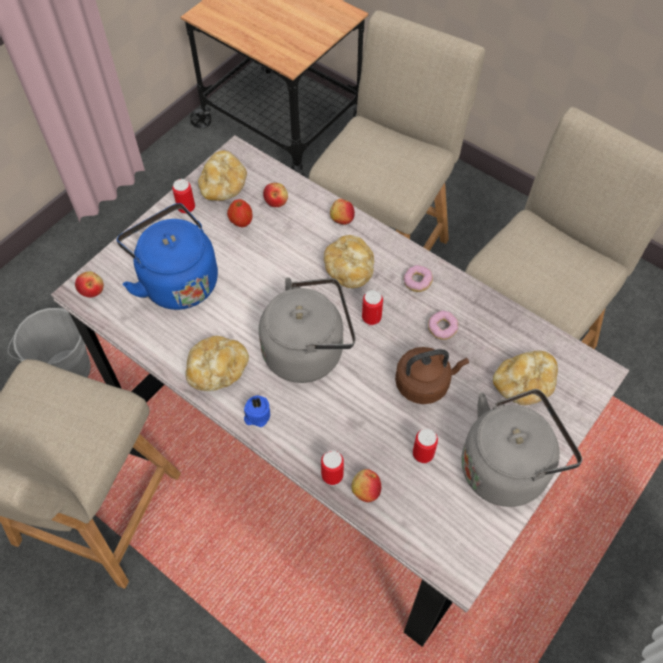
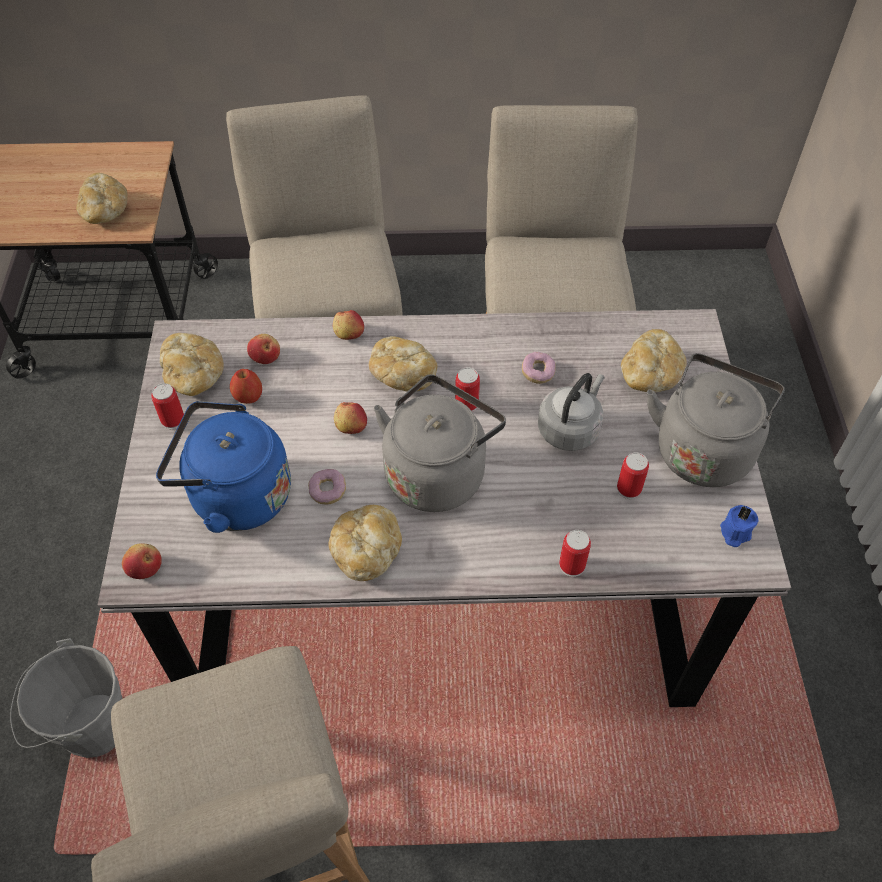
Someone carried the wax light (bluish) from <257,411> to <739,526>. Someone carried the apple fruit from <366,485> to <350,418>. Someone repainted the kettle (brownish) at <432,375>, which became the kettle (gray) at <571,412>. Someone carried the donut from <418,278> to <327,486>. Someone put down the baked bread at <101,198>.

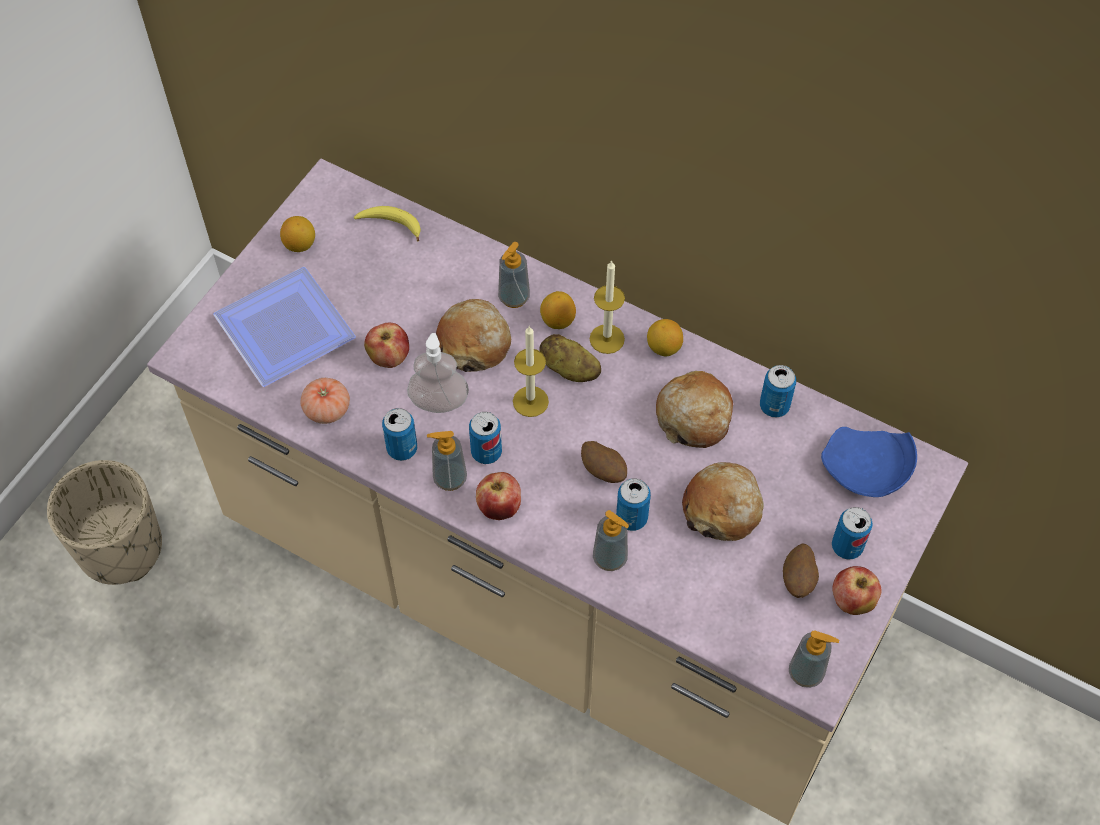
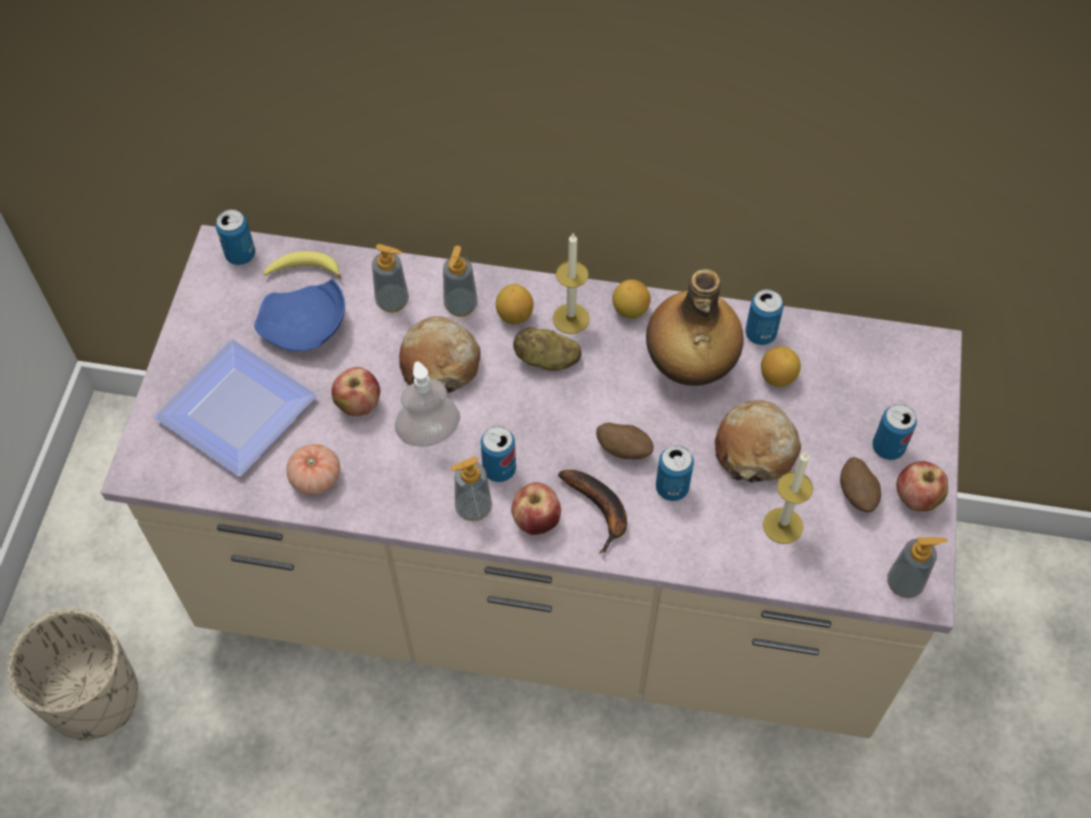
Someone carried the citrus fruit from <297,234> to <781,366>. Someone carried the sealed can from <399,434> to <235,237>. Someone carried the wax light from <531,371> to <788,498>. Someone carried the liquid soap bottle from <611,540> to <390,278>. Someone swapped the baked bread at <694,409> for the bottle at <694,327>. Someone carried the plate (bluish) from <869,462> to <299,315>. Someone put down the banana fruit at <592,512>.

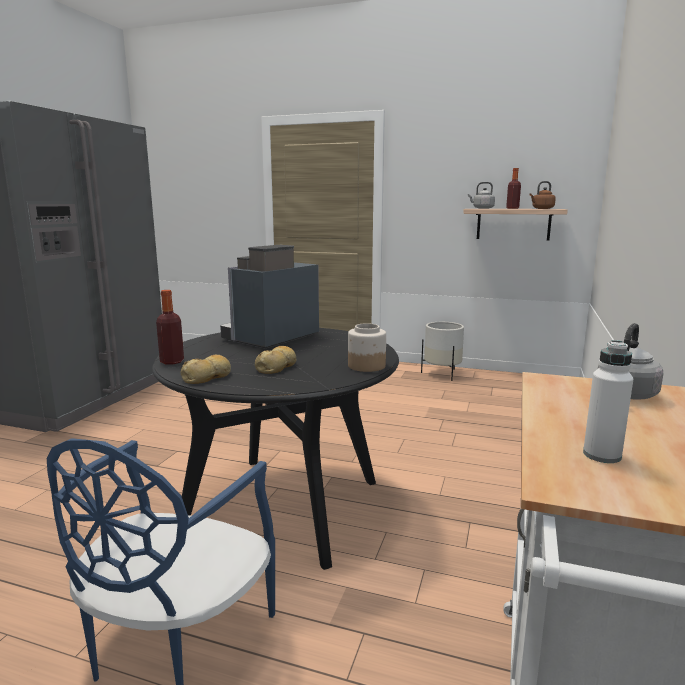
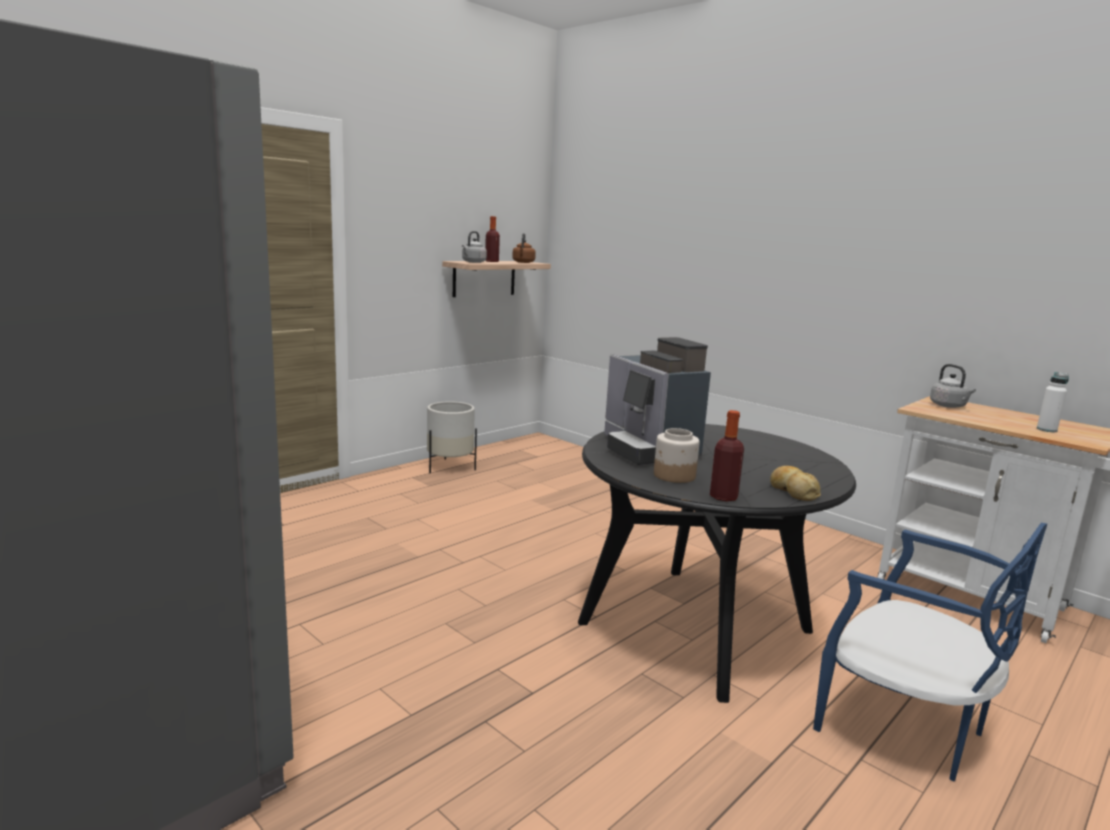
Someone took away the baked bread at <275,360>. Someone carried the preserve jar from <367,347> to <677,455>.

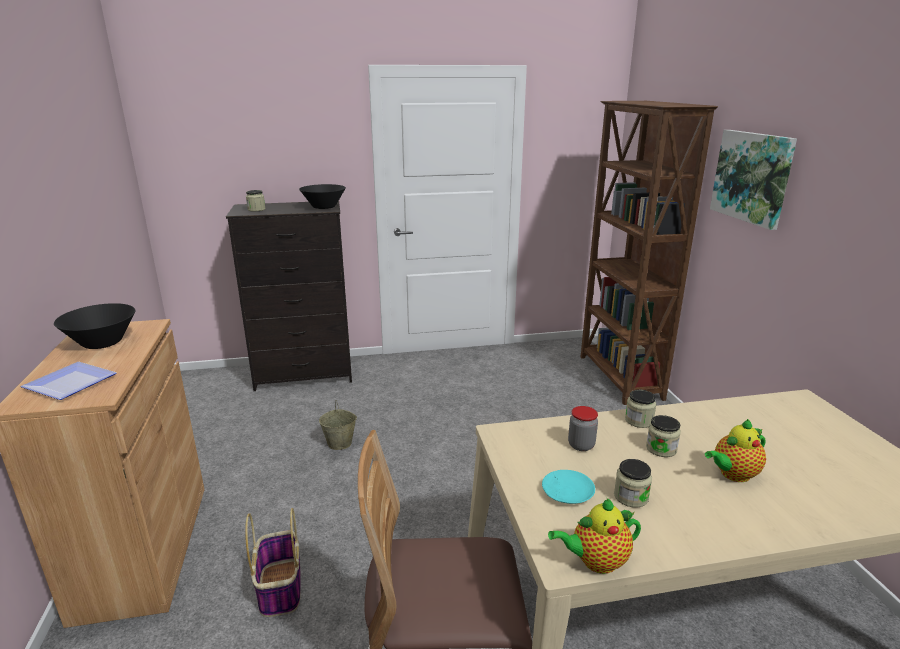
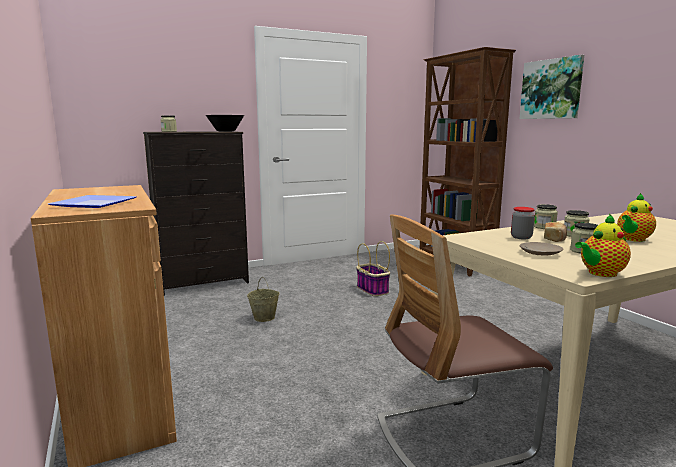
Someone took away the deep dish (black) at <95,326>. Someone carried the basket from <273,562> to <373,268>. Someone repainted the plate (turquoise) at <568,487>, which became the plate (beige) at <541,249>. Someone put down the baked bread at <555,232>.

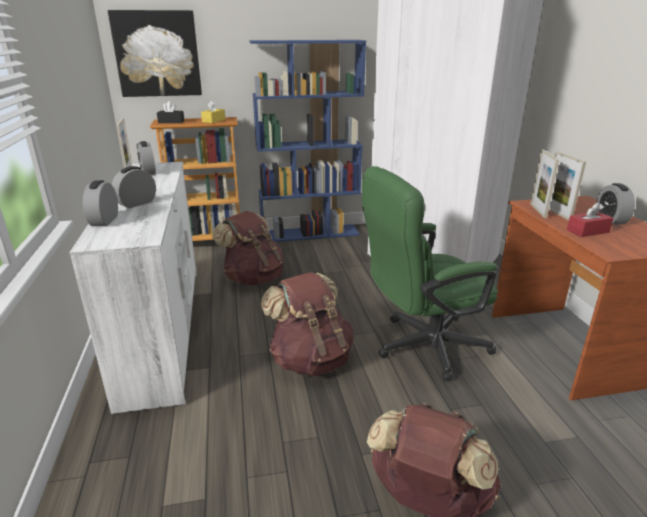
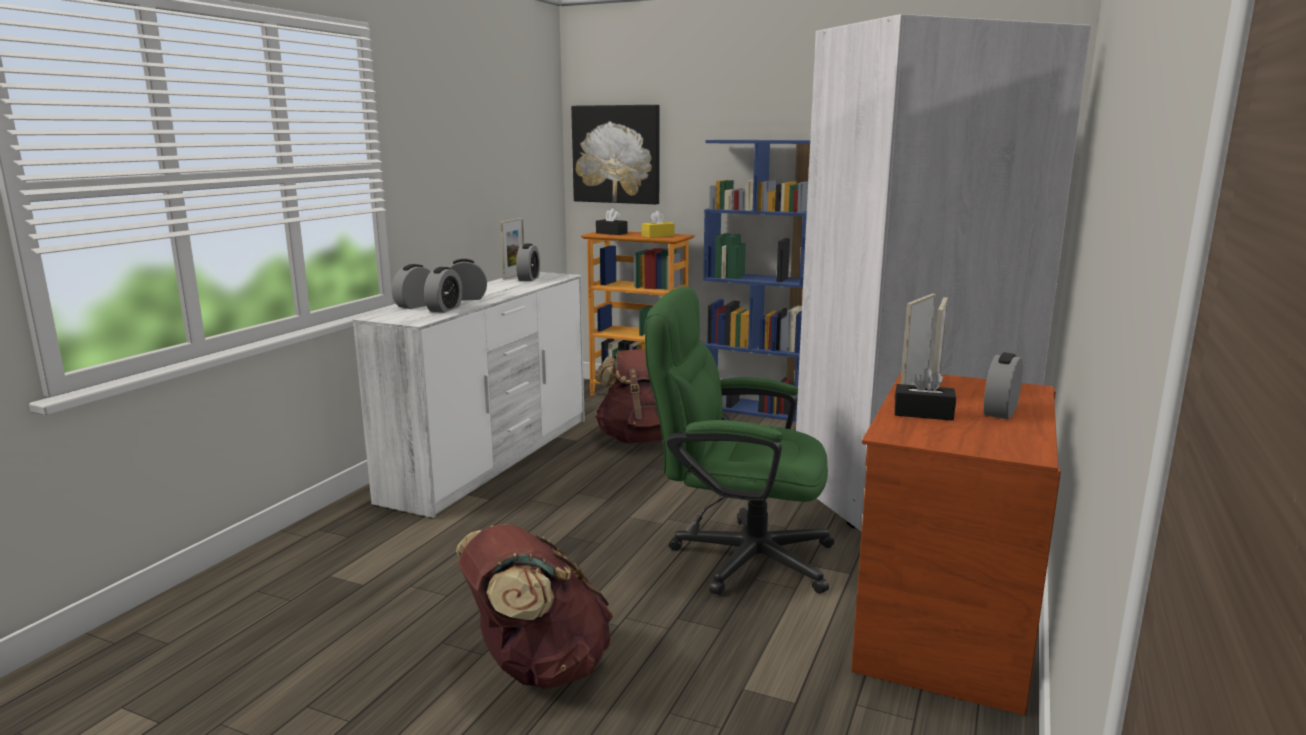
Someone took away the rucksack (brownish) at <307,324>. Someone repainted the tissue box (reddish) at <590,220>, which became the tissue box (black) at <925,394>. Someone put down the table clock at <443,290>.

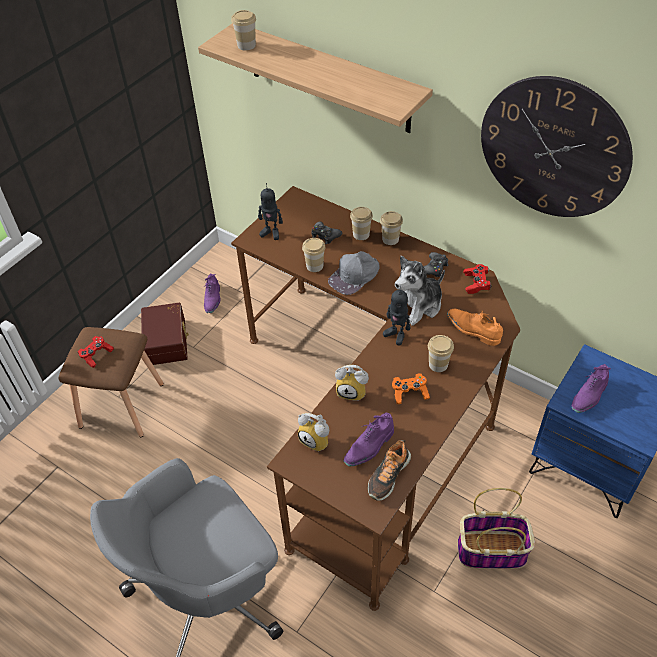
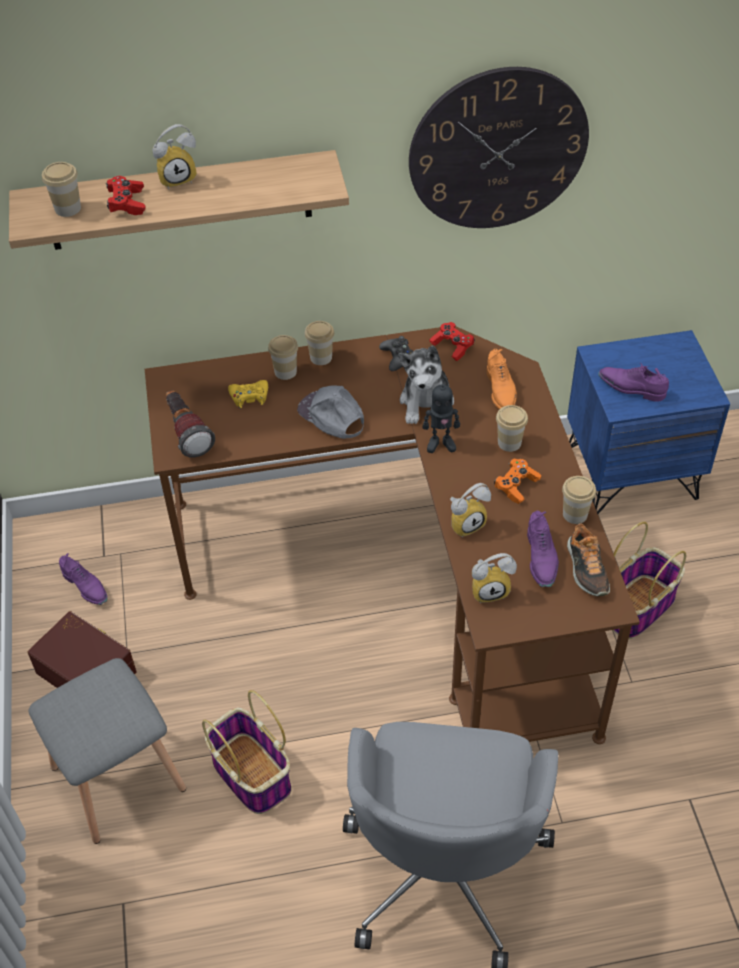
Someone repainted the sitting stool (brownish) at <111,382>, which became the sitting stool (gray) at <107,751>. Someone carried the gamepad (reddish) from <96,352> to <126,195>. Someone swapped the model robot at <270,211> for the torch at <190,423>. Someone carried the drinking cup from <313,255> to <579,500>. Someone repainted the gamepad (black) at <326,232>, which became the gamepad (yellow-coloured) at <248,394>. Someone rotated the baseball cap (gray) at <354,273> by 135 degrees clockwise. Someone rotated the item of footwear (orangey) at <475,327> by 90 degrees counterclockwise. Someone rotated the item of footwear (purple-coloured) at <591,388> by 120 degrees clockwise. Someone put down the table clock at <175,156>. Someone put down the basket at <247,752>.

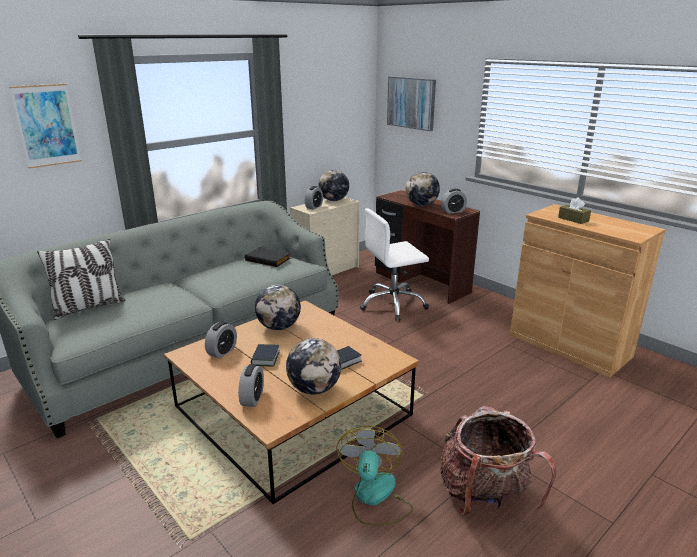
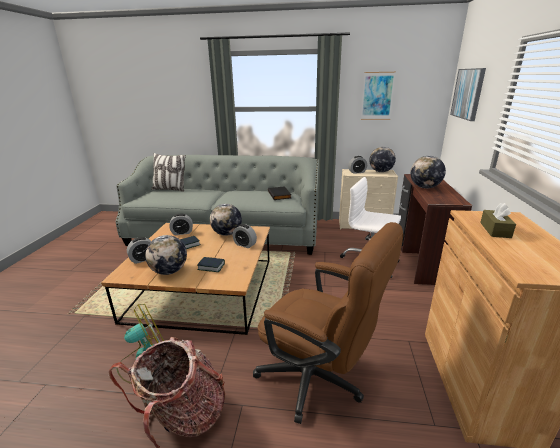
Someone carried the wall picture from <45,126> to <378,96>. Someone carried the table clock from <454,201> to <245,236>. Someone put down the desk chair (brownish) at <328,323>.

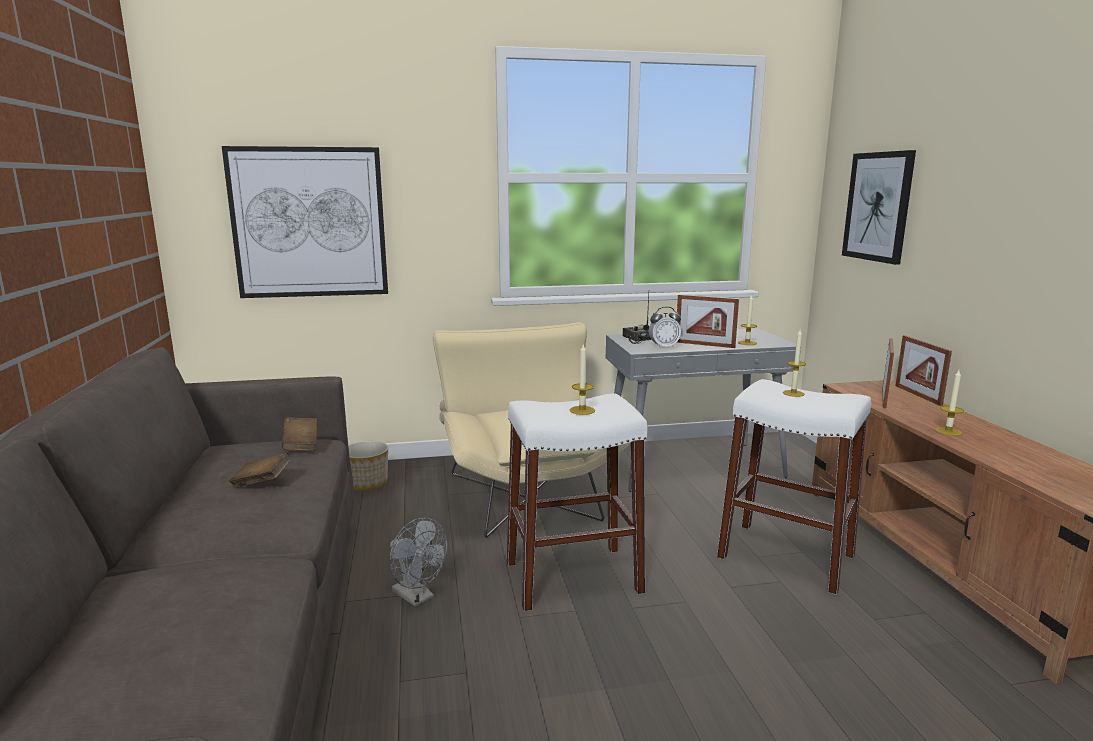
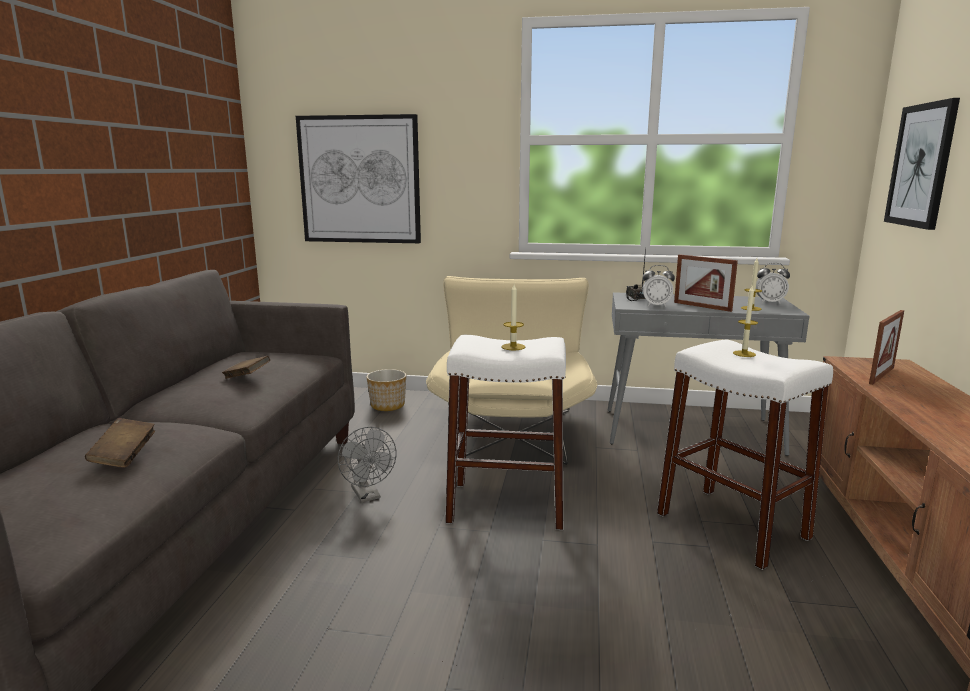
Someone carried the book (brownish) from <299,434> to <120,443>. Someone took away the picture frame at <923,370>. Someone took away the wax light at <949,403>. Someone put down the table clock at <773,283>.

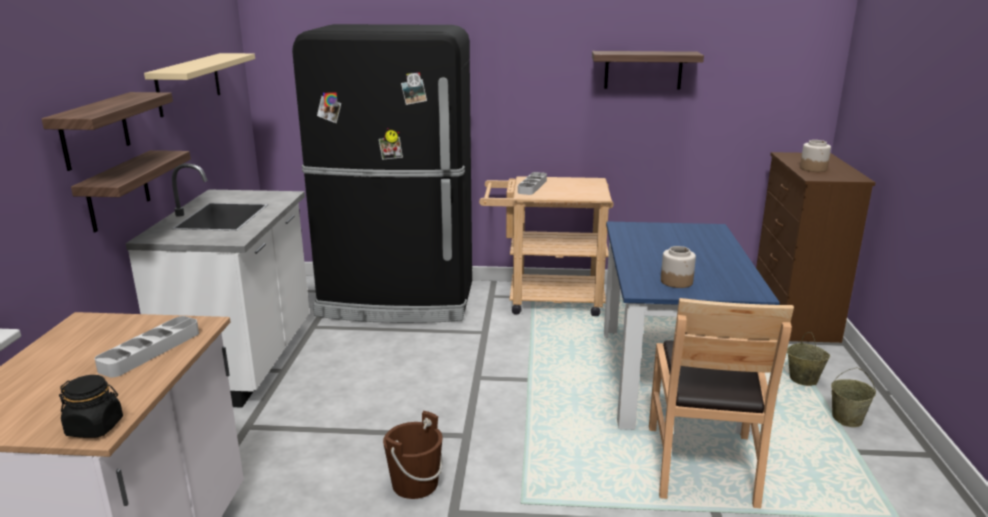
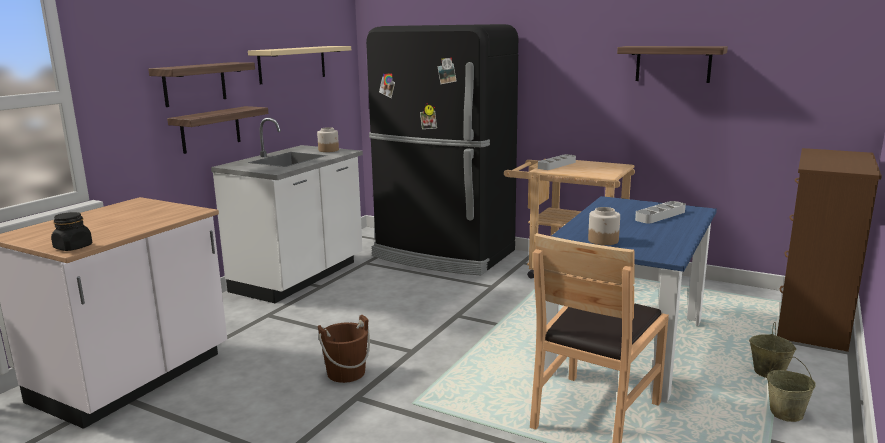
Someone carried the serving tray (gray) from <147,346> to <660,212>. Someone carried the preserve jar from <815,156> to <328,139>.

